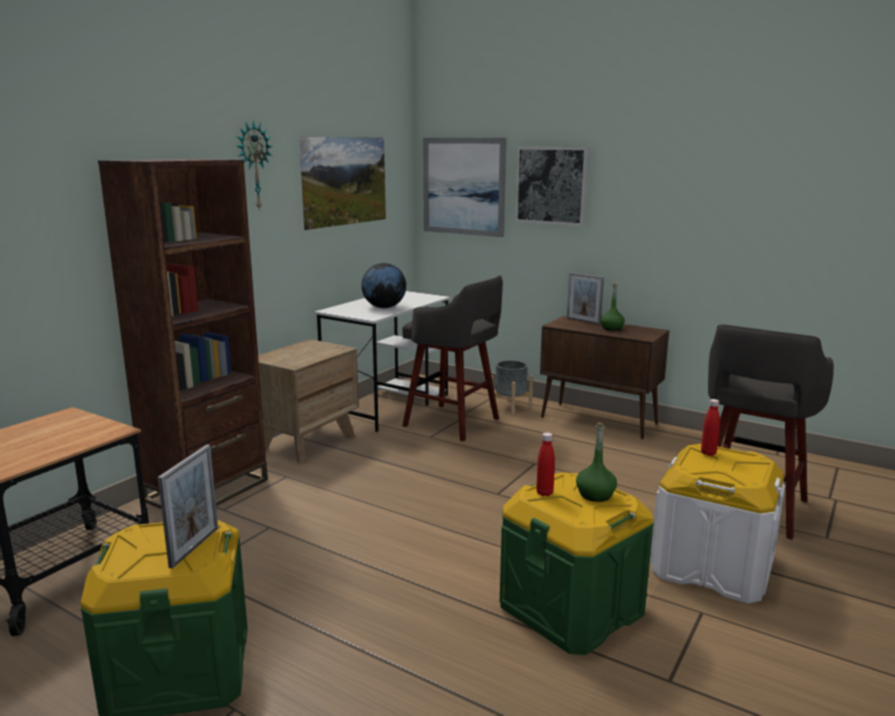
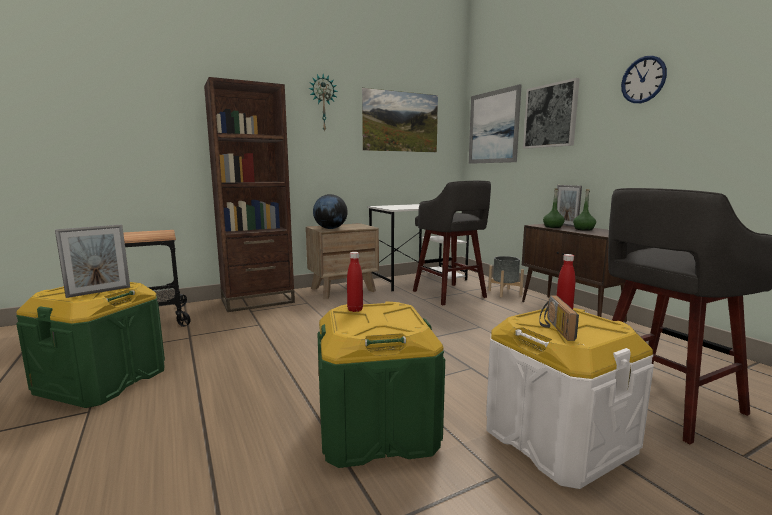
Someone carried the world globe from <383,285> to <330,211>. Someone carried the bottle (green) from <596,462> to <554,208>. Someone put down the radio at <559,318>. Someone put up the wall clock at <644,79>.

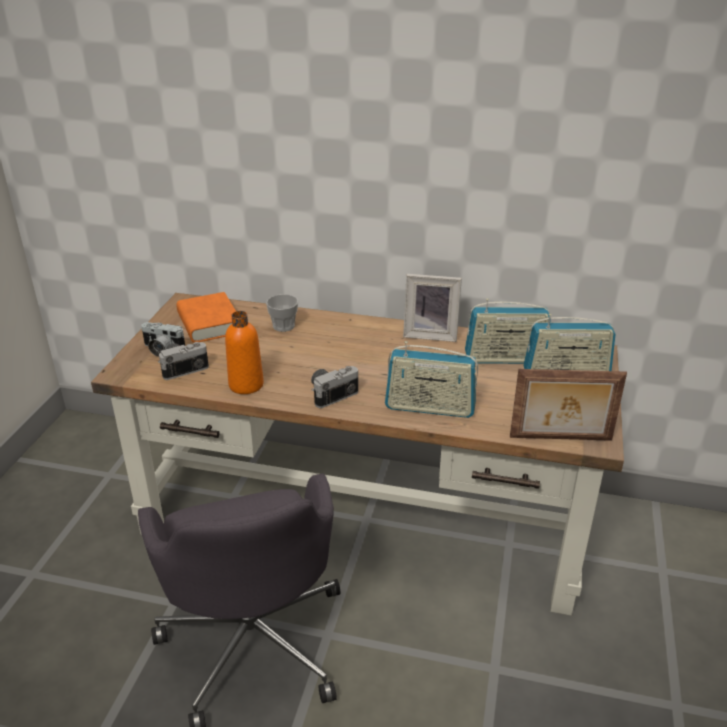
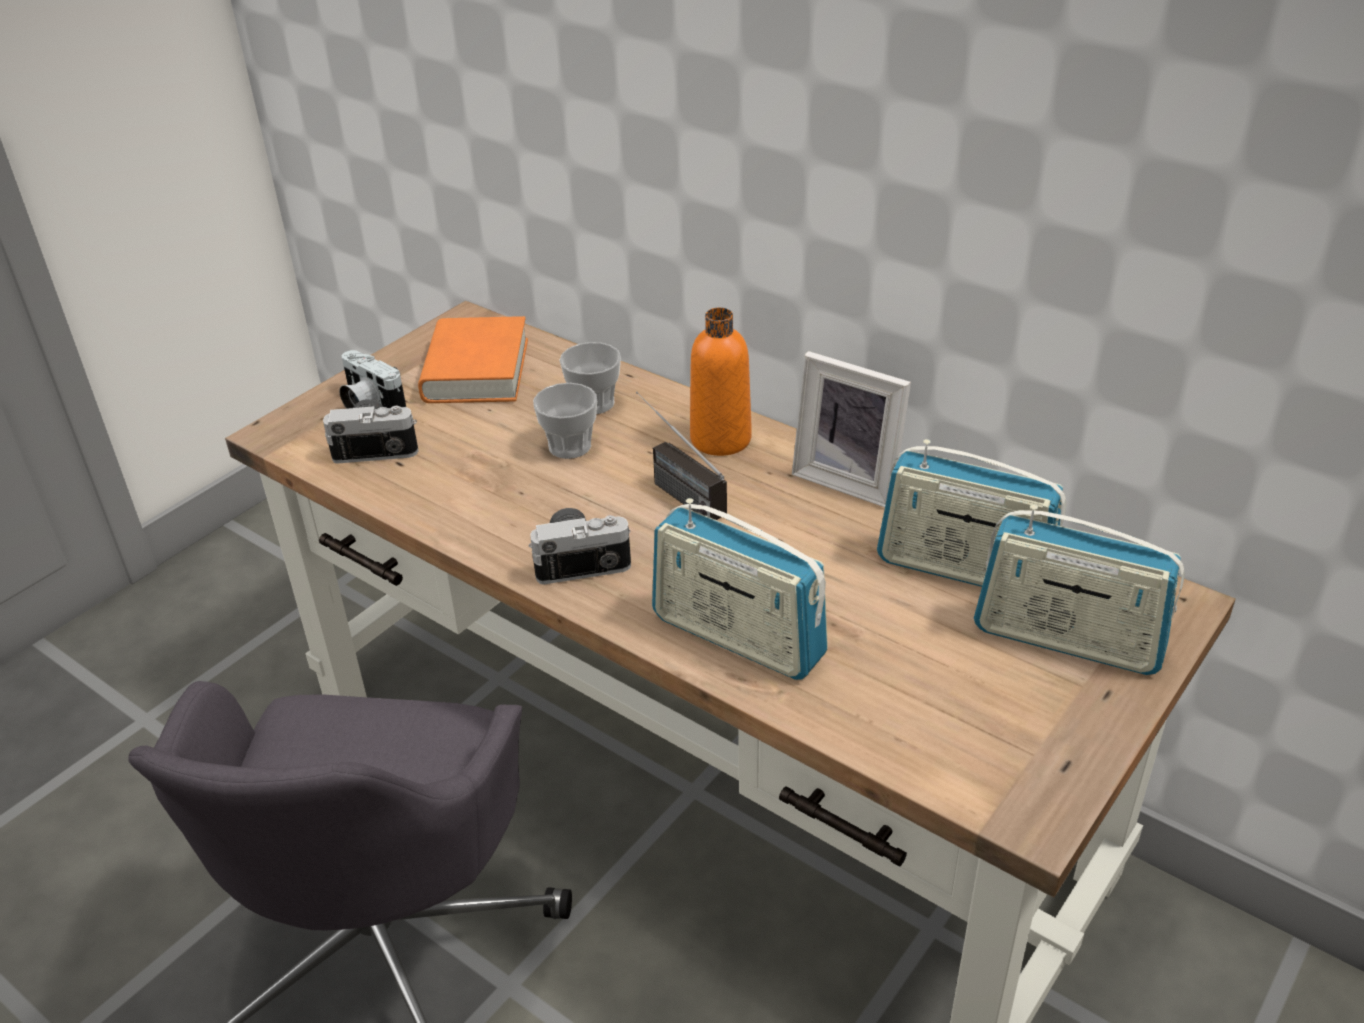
Someone carried the bottle (orangey) from <244,352> to <721,382>. Someone took away the picture frame at <568,405>. Someone put down the drinking cup at <565,421>. Someone put down the radio at <681,456>.

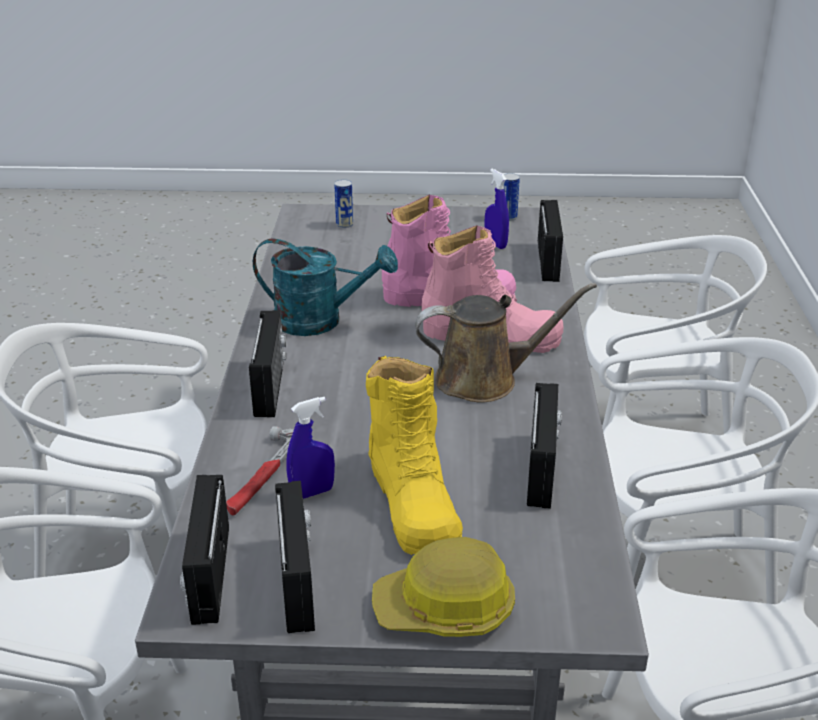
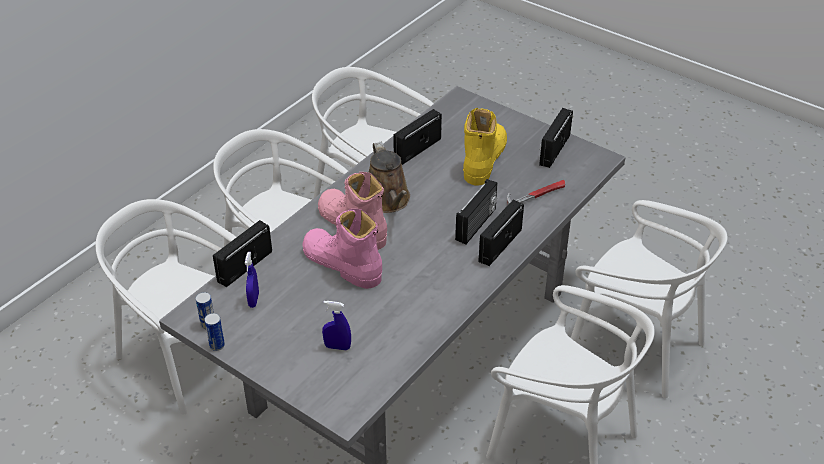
Someone carried the radio from <204,550> to <476,212>. Someone took away the watering pot (turquoise) at <325,287>. Someone carried the spray bottle (bluish) from <311,448> to <336,325>. Someone carried the sealed can from <343,203> to <214,332>. Someone took away the hard hat at <443,587>. Someone rotated the watering pot (brownish) at <506,343> by 135 degrees counterclockwise.

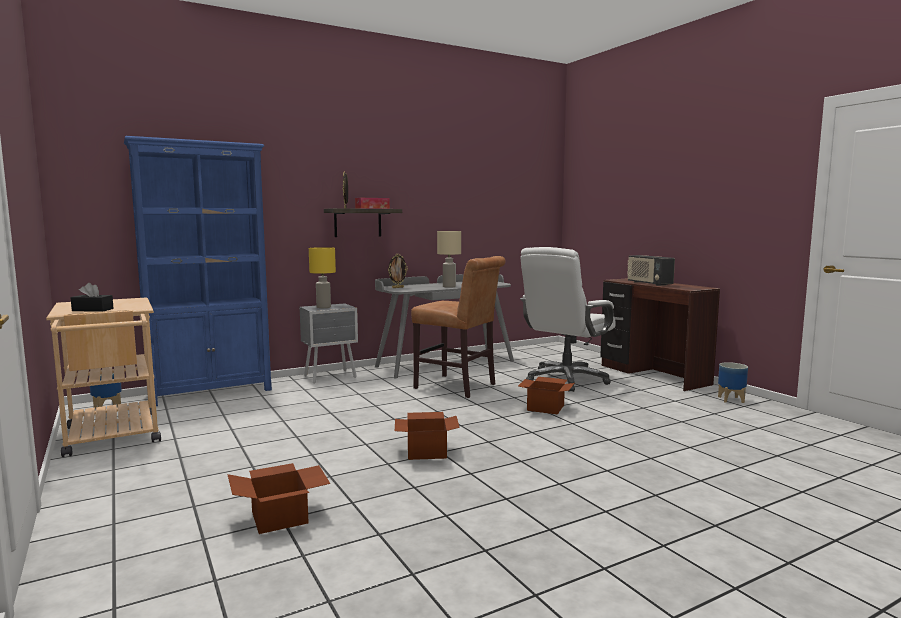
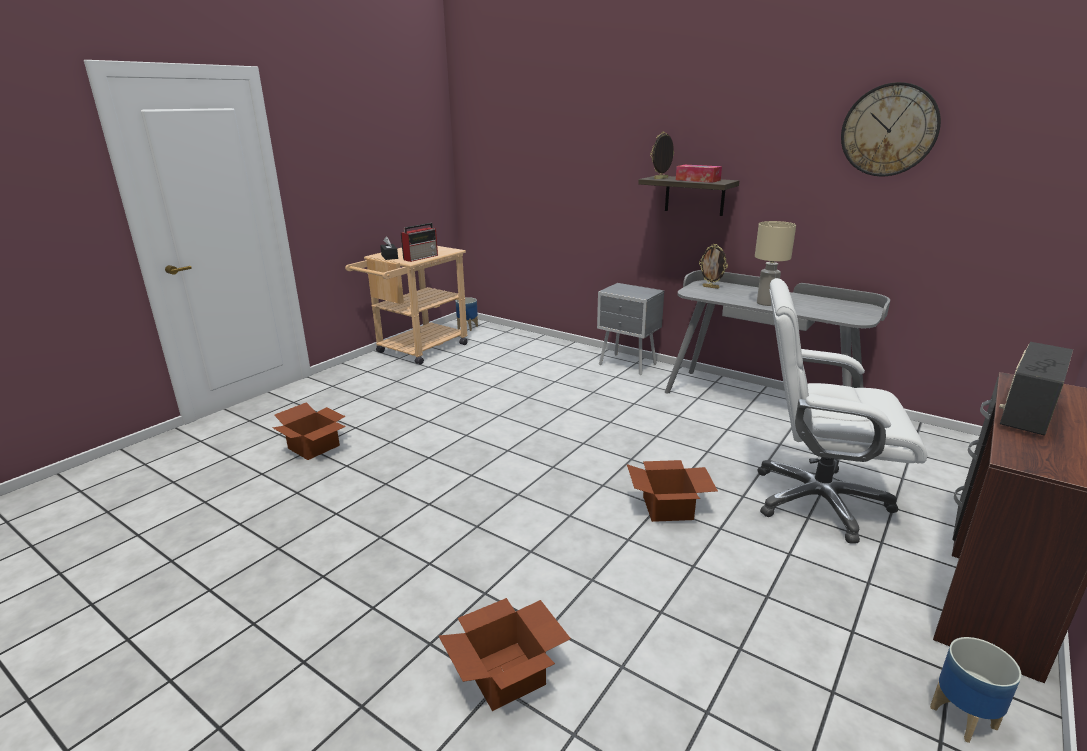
Someone took away the bookcase (bluish) at <198,271>. Someone took away the tabletop lamp (yellow-coloured) at <322,277>. Someone carried the carton from <427,436> to <505,654>. Someone took away the chair (brownish) at <458,327>. Someone put down the radio at <419,242>. Someone put up the wall clock at <891,129>.

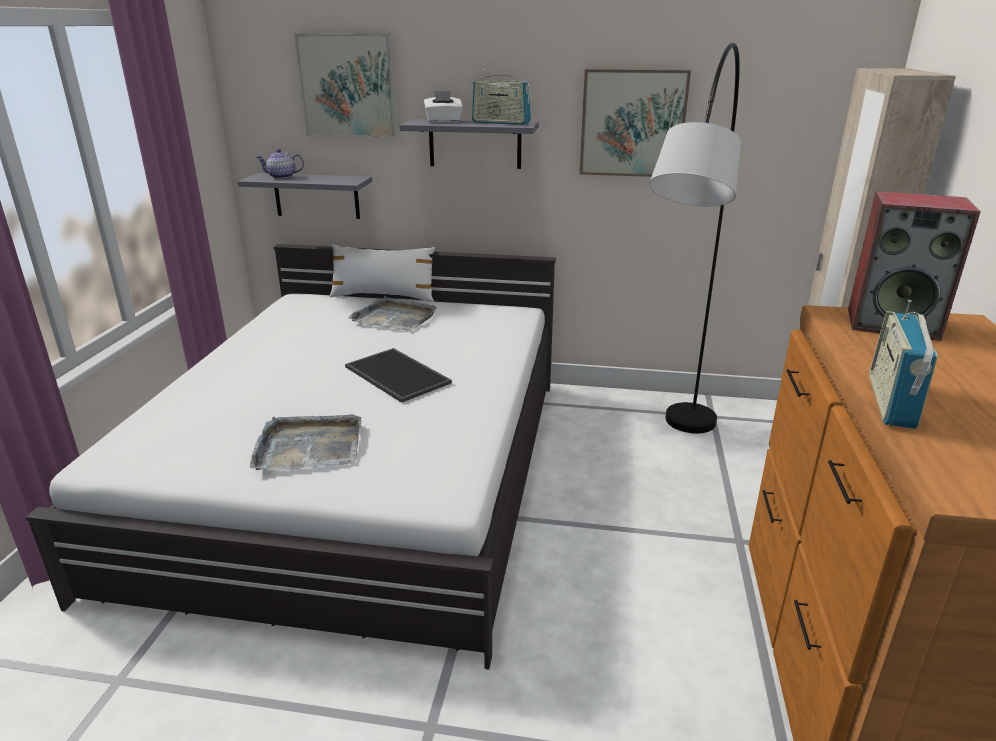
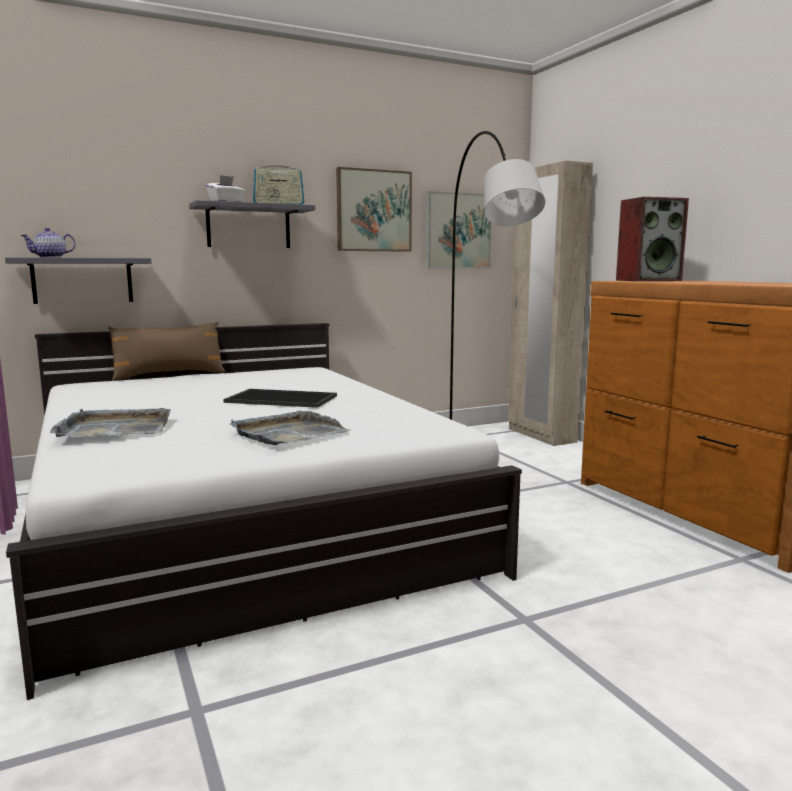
Someone carried the wall picture from <345,85> to <459,230>. Someone repainted the pillow (white-coloured) at <382,273>, which became the pillow (brownish) at <166,351>. Someone carried the serving tray (gray) from <392,313> to <110,422>. Someone took away the radio at <903,364>.

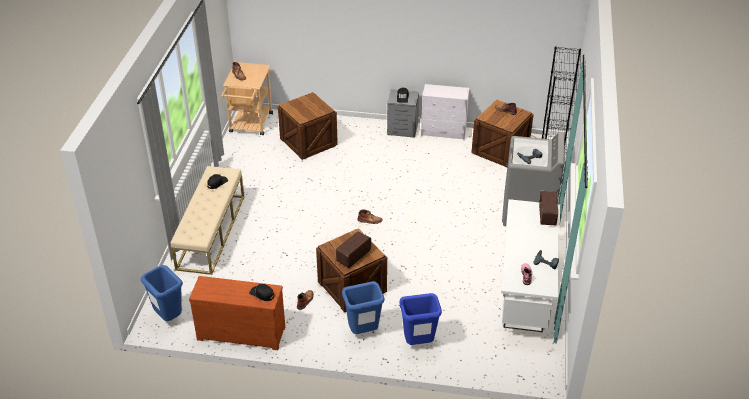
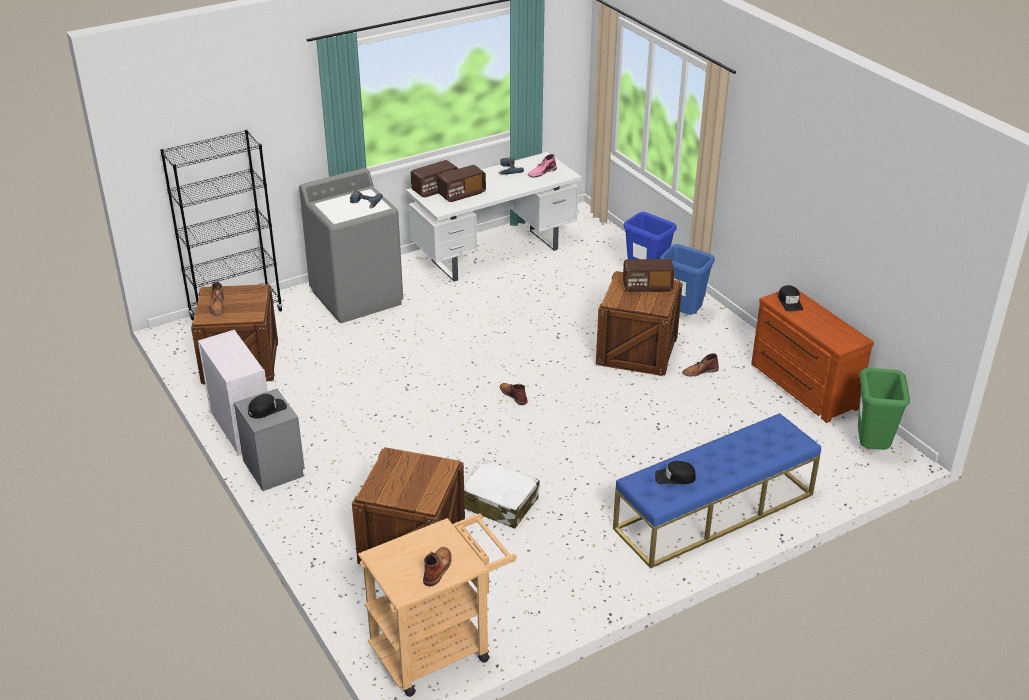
Someone repainted the trash can (bluish) at <162,293>, which became the trash can (green) at <884,409>. Someone repainted the bench (beige) at <207,220>, which became the bench (bluish) at <717,490>. Someone put down the radio at <461,183>. Someone put down the travel case (white-coloured) at <502,494>.

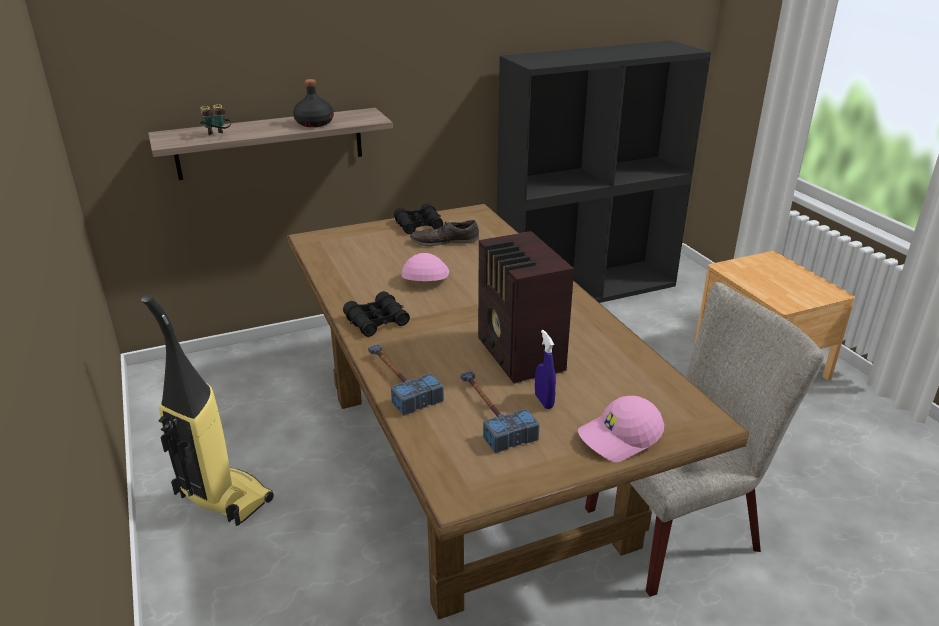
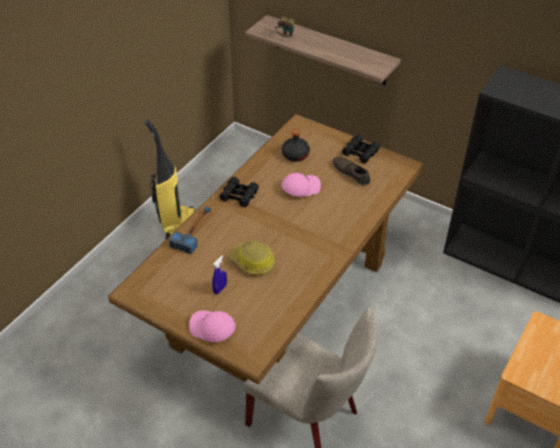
Someone carried the bottle (black) from <313,103> to <296,145>. Someone took away the hand hammer at <500,412>. Someone swapped the radio at <526,307> for the hard hat at <252,258>.

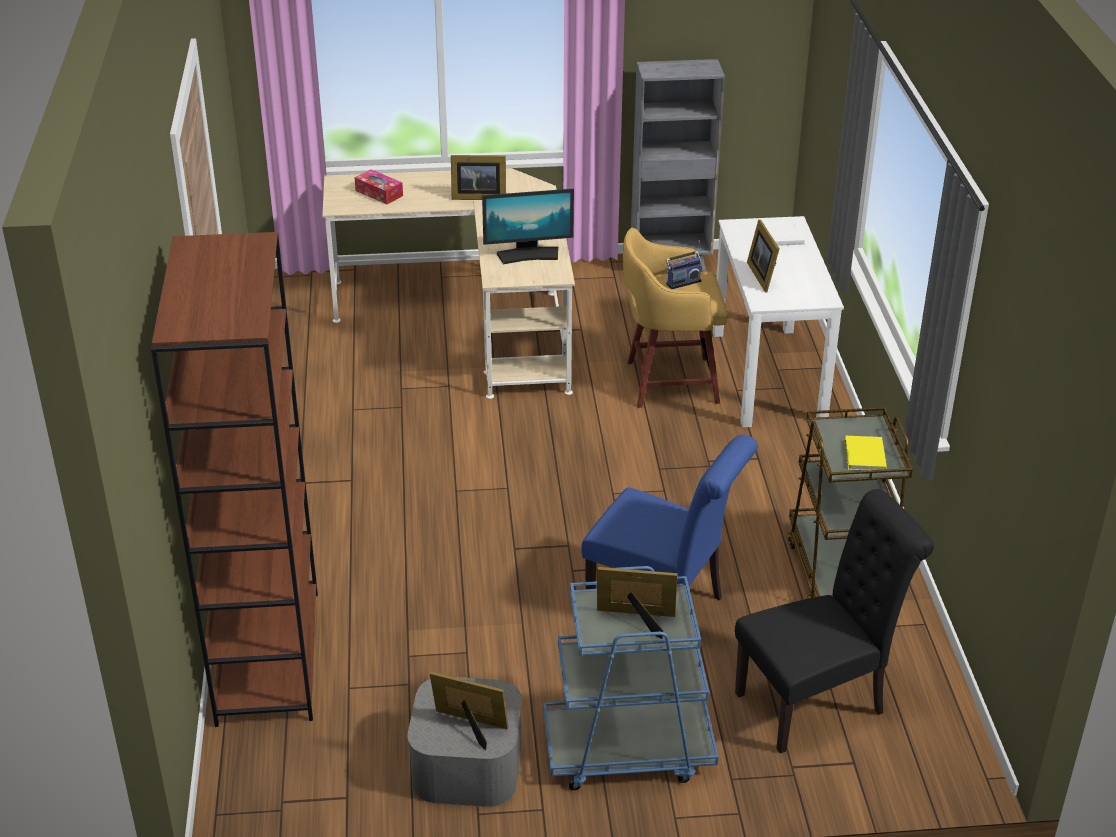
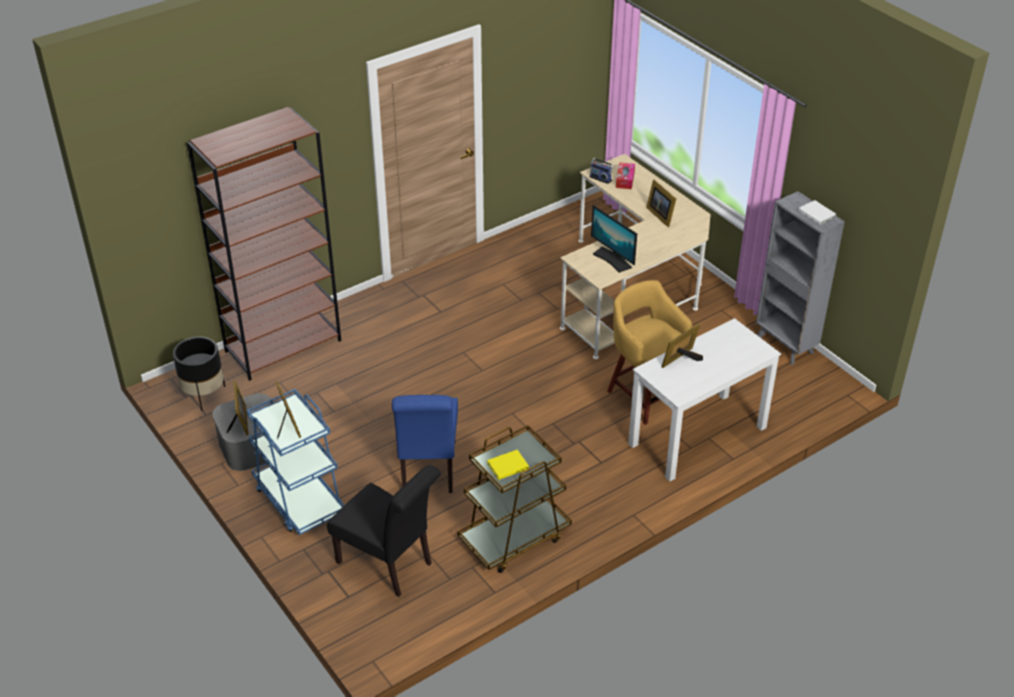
Someone carried the radio from <683,264> to <601,170>. Someone carried the book (white-coloured) from <785,235> to <817,212>. Someone put down the planter (black) at <199,373>.

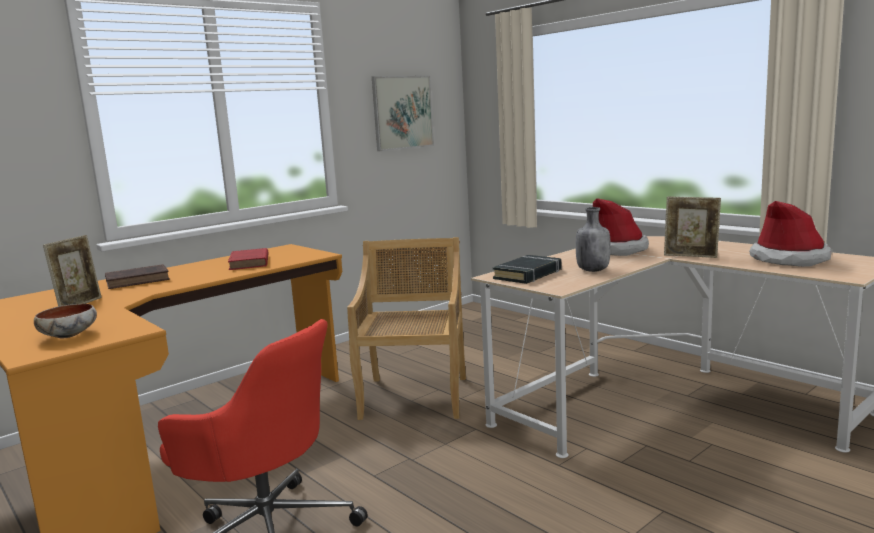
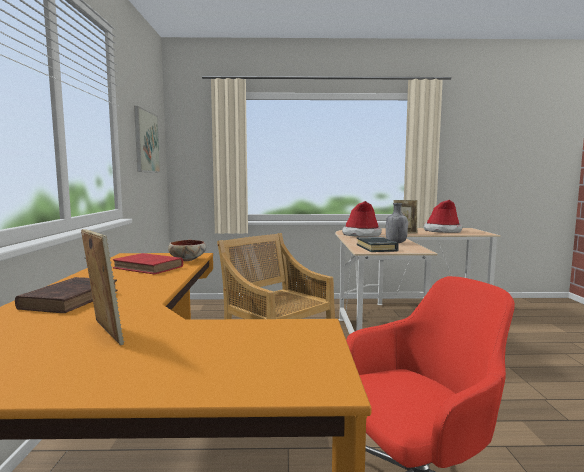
Someone carried the deep dish from <65,321> to <187,250>.

